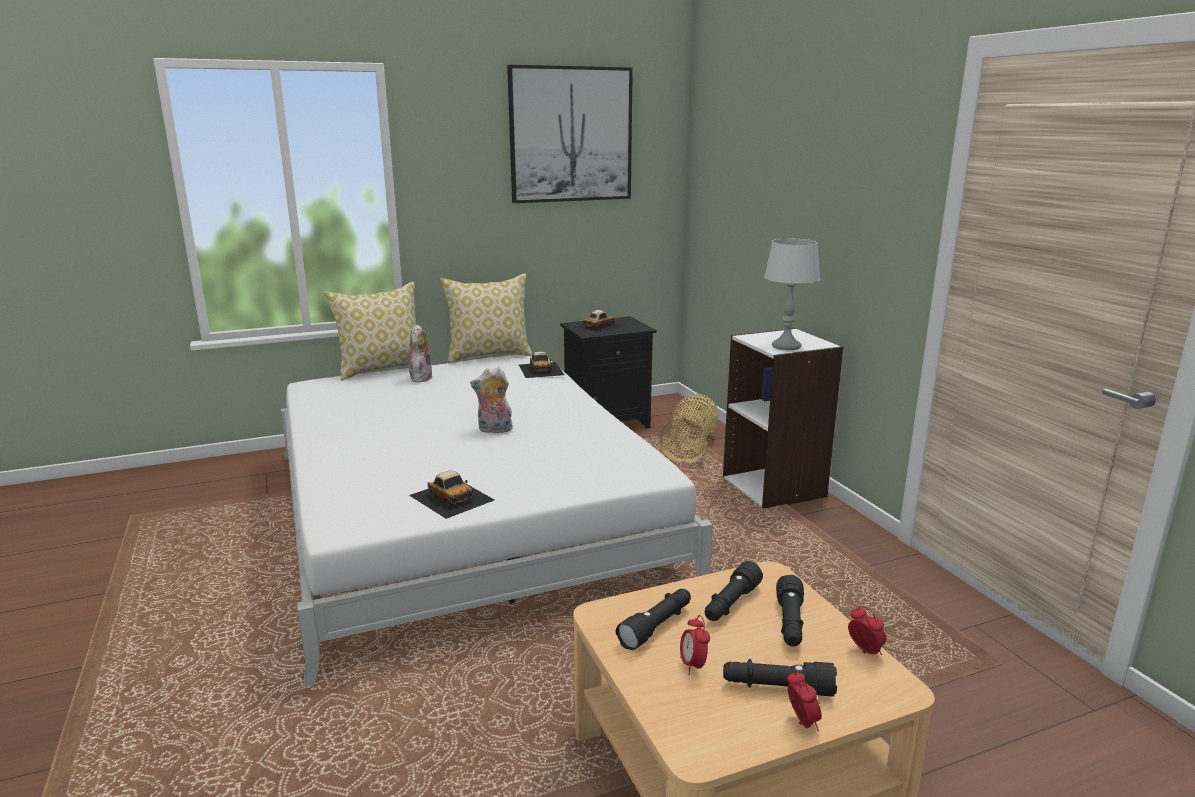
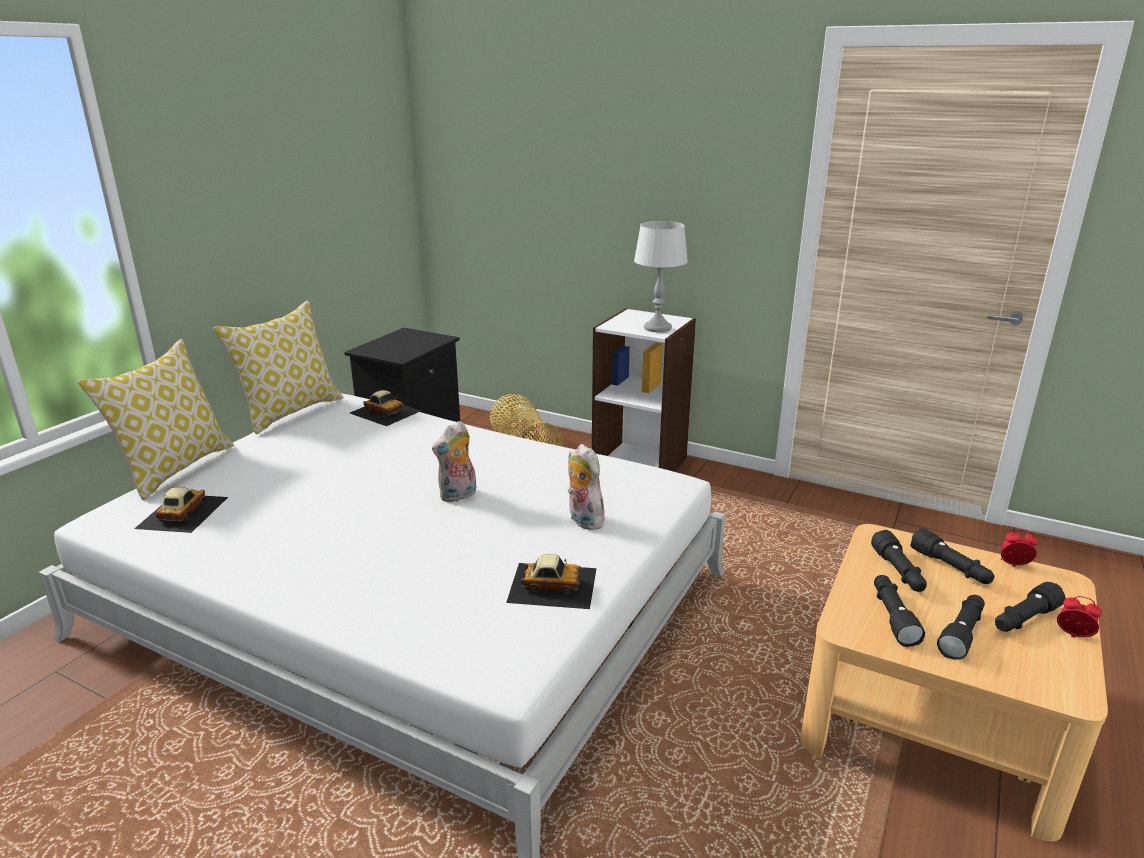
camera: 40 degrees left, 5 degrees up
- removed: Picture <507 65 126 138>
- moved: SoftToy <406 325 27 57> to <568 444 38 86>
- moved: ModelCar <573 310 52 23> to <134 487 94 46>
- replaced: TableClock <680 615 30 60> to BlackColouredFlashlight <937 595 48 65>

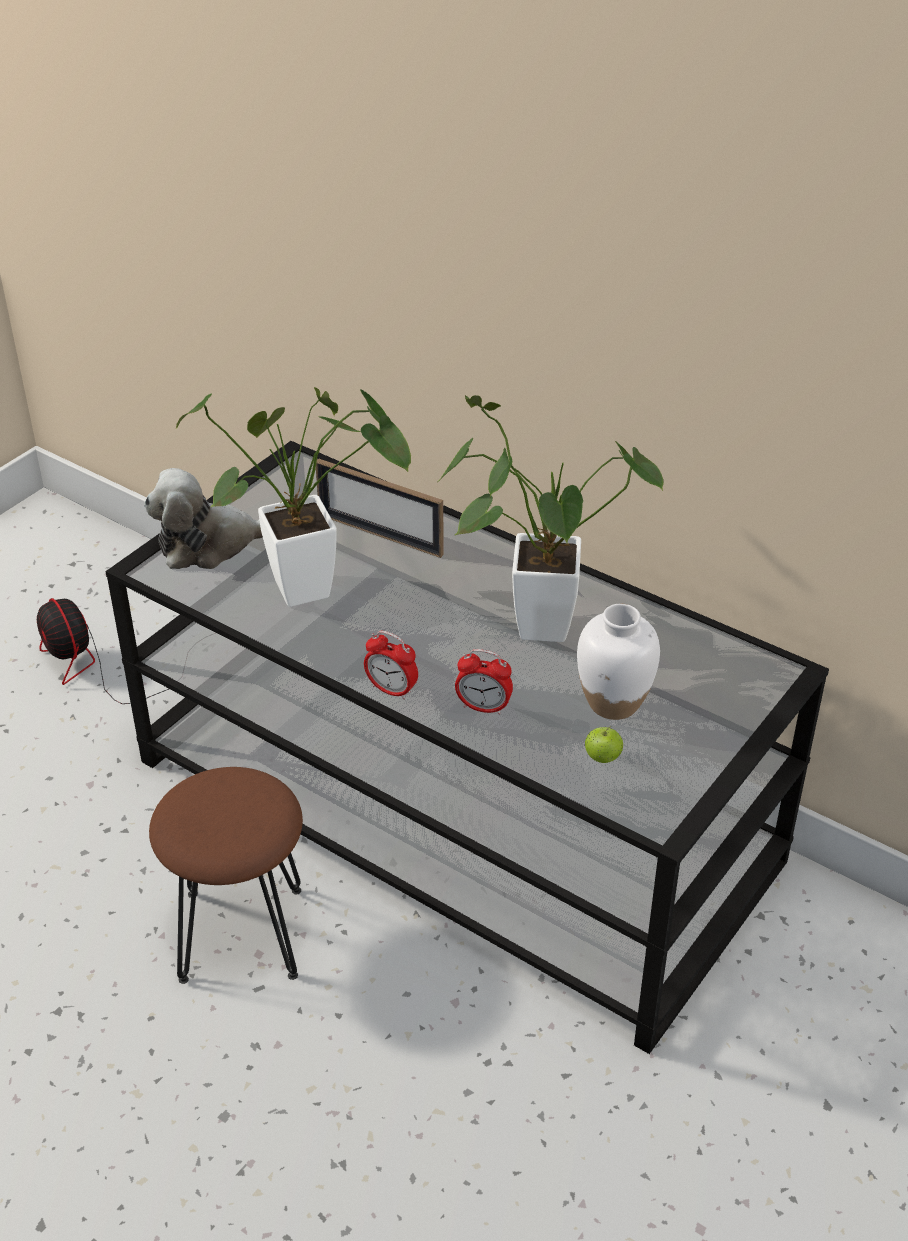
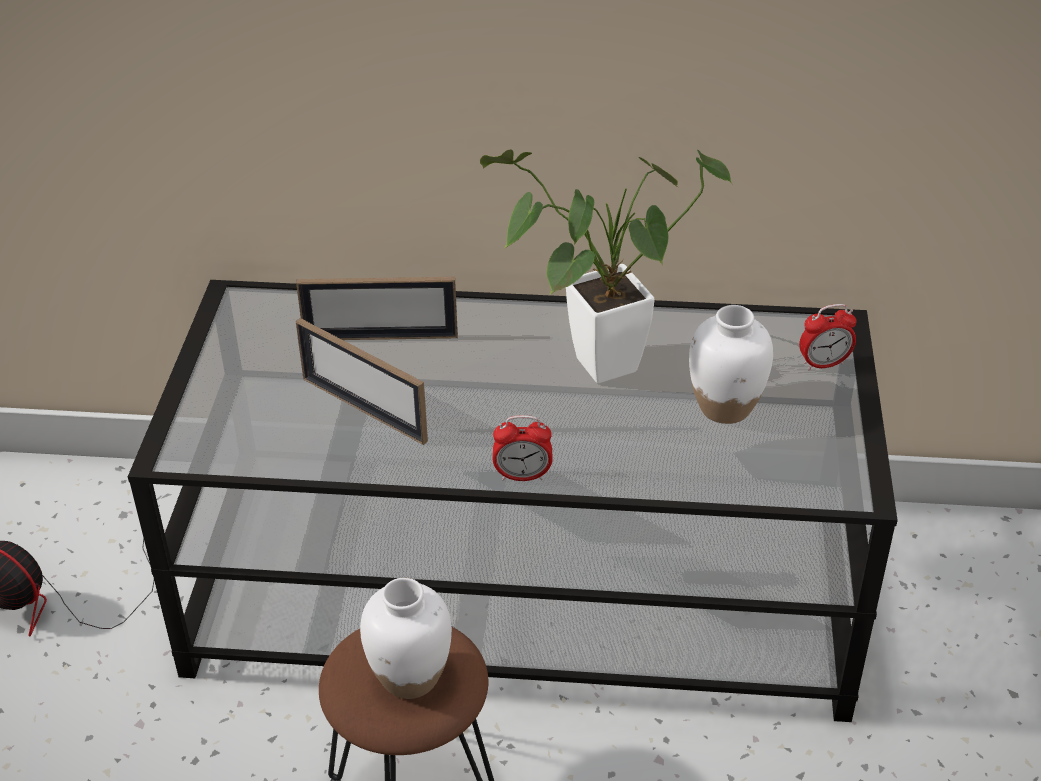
camera: 30 degrees left, 0 degrees up
- removed: SoftToy <144 468 119 101>
- removed: AppleFruit <585 726 38 37>
- added: WhiteColouredFlowerVase <360 578 92 121>
- moved: TableClock <455 649 58 66> to <799 304 58 66>
- replaced: PottedPlant <176 387 235 220> to PictureFrame <296 318 132 127>

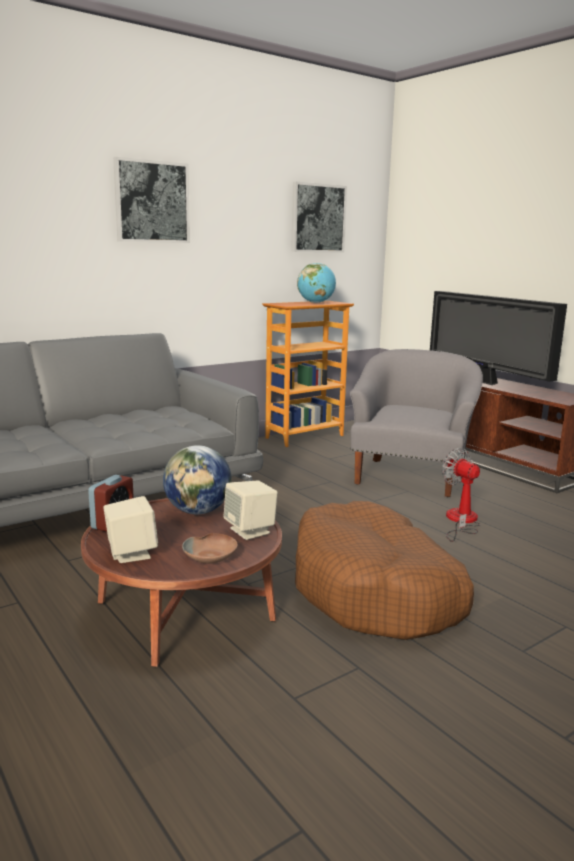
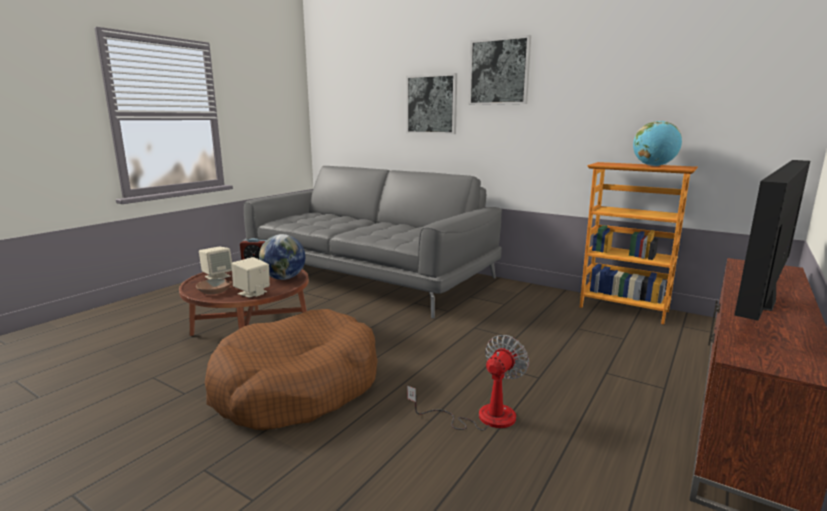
camera: 70 degrees right, 0 degrees up
- removed: GreyishArmchair <350 349 133 148>
- moved: Picture <291 182 56 71> to <406 73 51 61>

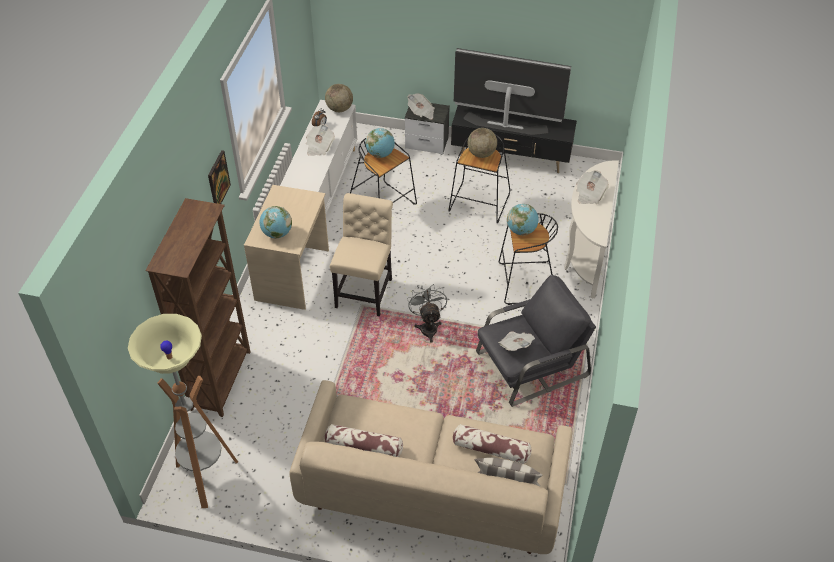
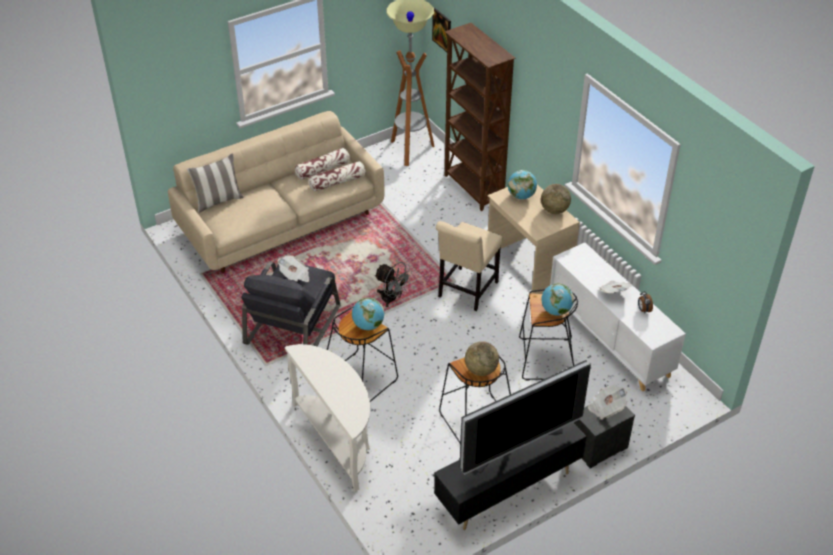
camera: 135 degrees right, 5 degrees down
- removed: DailyPaper <576 170 33 34>
- moved: Picture <208 150 23 54> to <432 8 19 44>
- moved: WorldGlobe <325 84 28 28> to <541 184 30 30>
- moved: Cushion <453 424 78 40> to <309 161 57 31>
- turned: BeigeColouredChair <330 193 63 123> = <436 221 67 90> 60 degrees clockwise

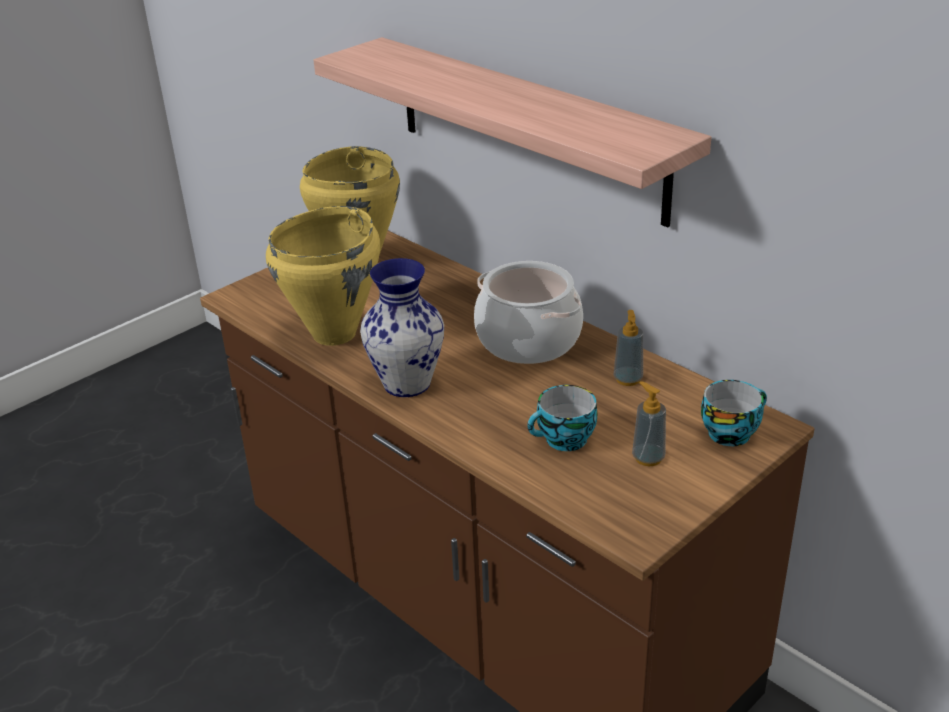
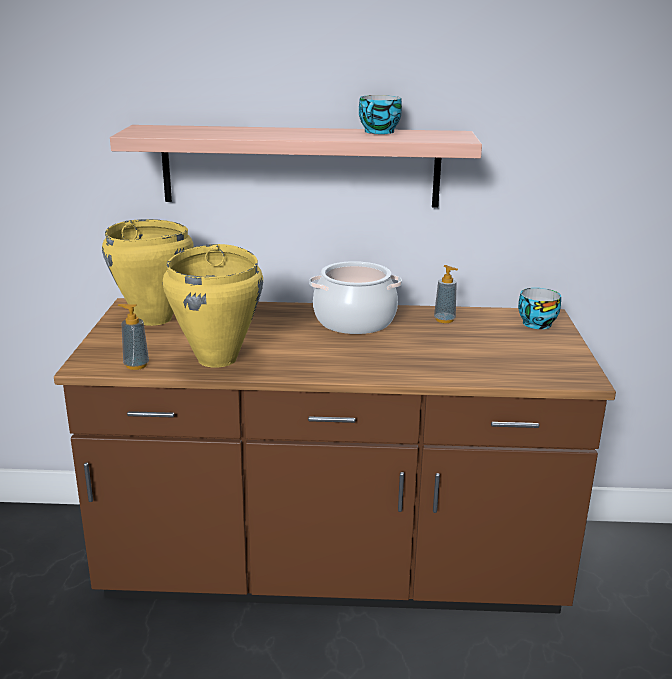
camera: 45 degrees left, 10 degrees down
- removed: FlowerVase <360 258 84 139>
- moved: Cup <527 385 70 66> to <359 95 43 39>
- moved: SoapBottle <632 381 34 85> to <118 304 31 66>

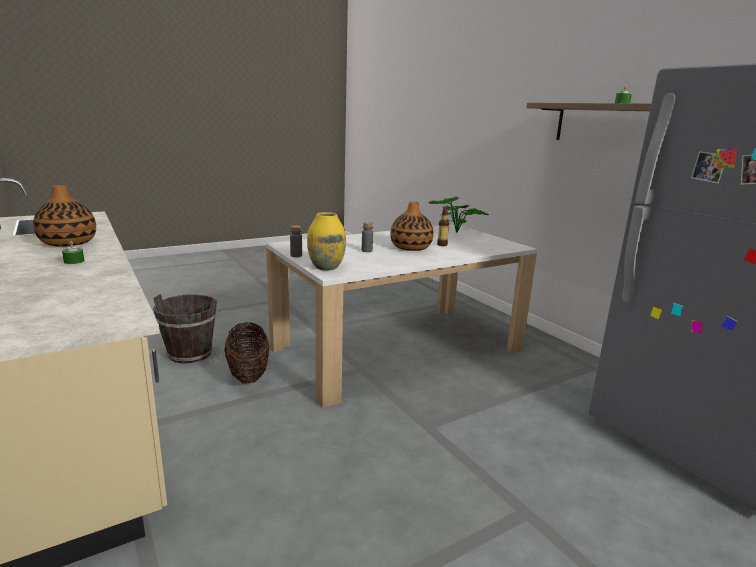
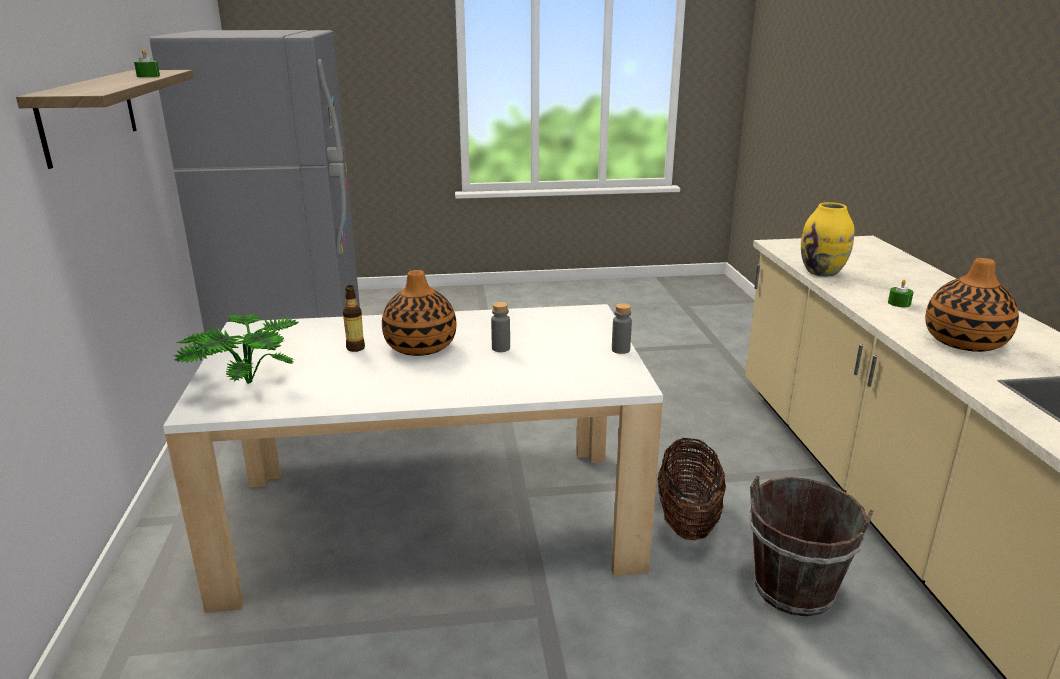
camera: 155 degrees left, 5 degrees up
- moved: YellowishFlowerVase <307 212 39 58> to <801 202 53 75>

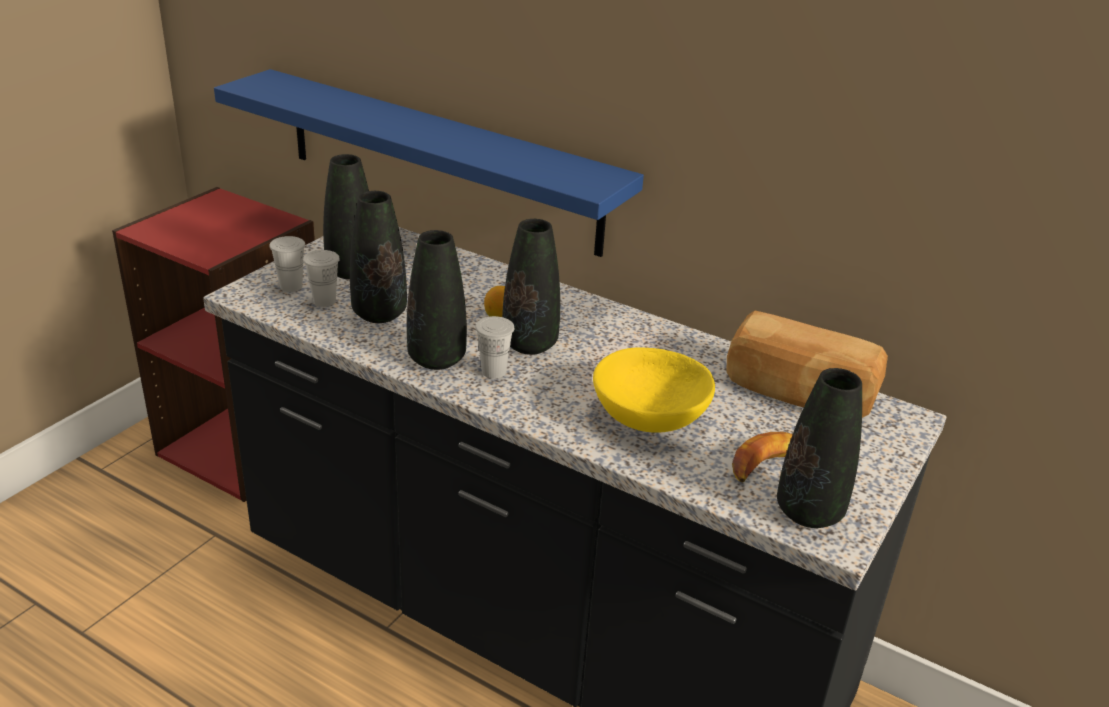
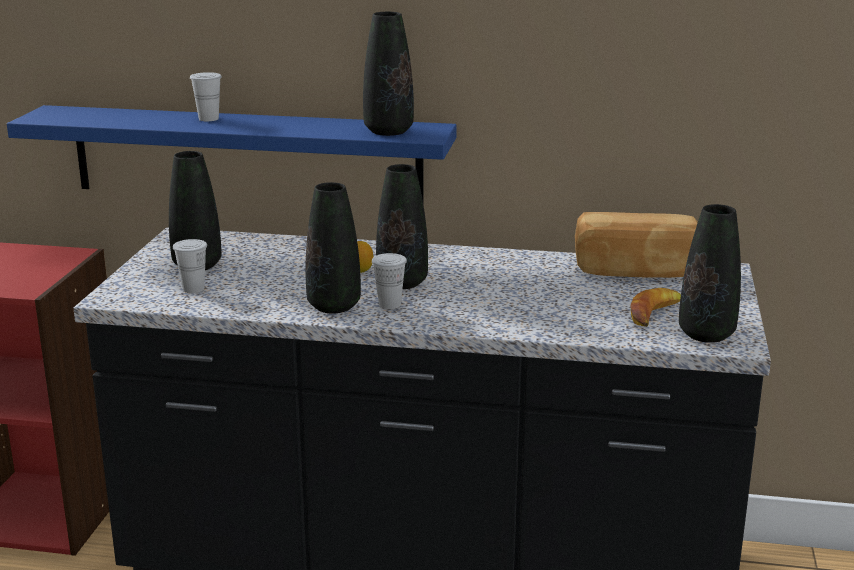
camera: 20 degrees left, 10 degrees down
- removed: YellowishBowl <593 347 122 86>
- moved: WhiteColouredCup <269 236 36 56> to <190 72 32 49>
- moved: BlackColouredFlowerVase <350 191 57 132> to <363 12 51 124>

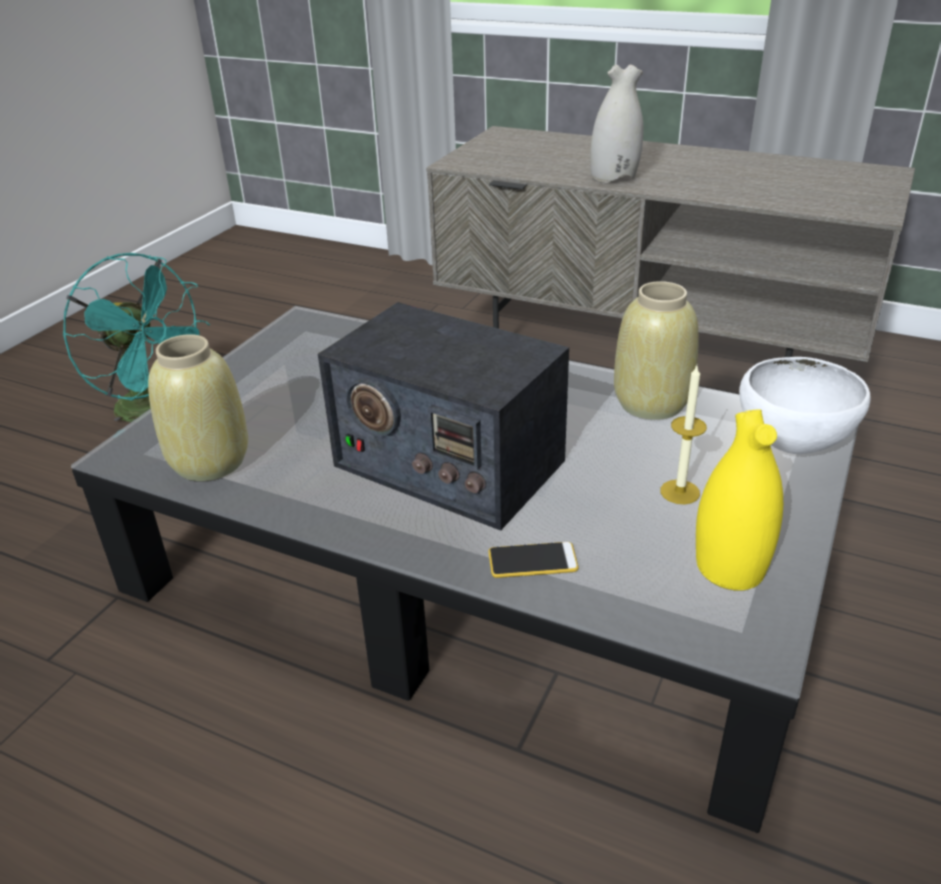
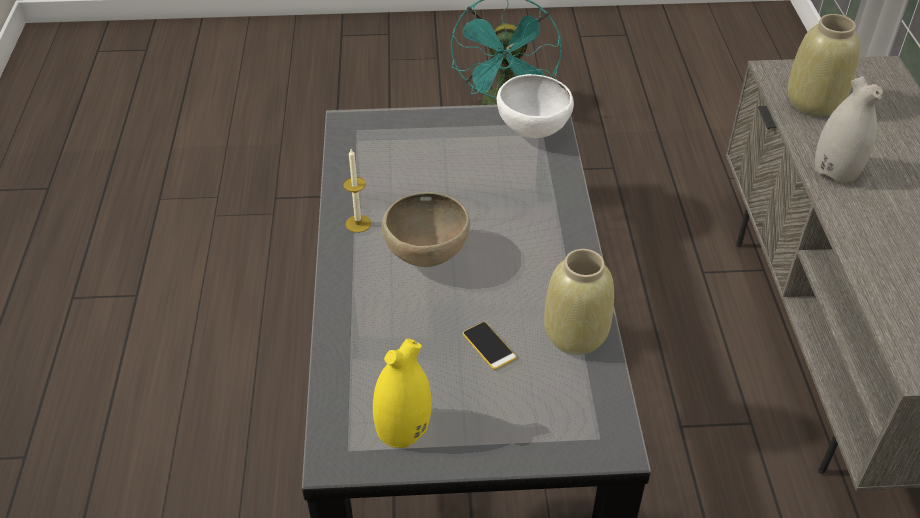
camera: 60 degrees right, 10 degrees up
- moved: BeigeColouredFlowerVase <148 334 100 147> to <787 14 73 103>
- moved: Telephone <488 542 90 36> to <463 322 53 48>
- moved: Candle <661 366 46 138> to <343 149 28 84>
- moved: WhiteColouredBowl <739 357 132 97> to <497 74 77 64>
- replaced: RadioSet <318 302 251 229> to BrownColouredBowl <382 192 88 75>

